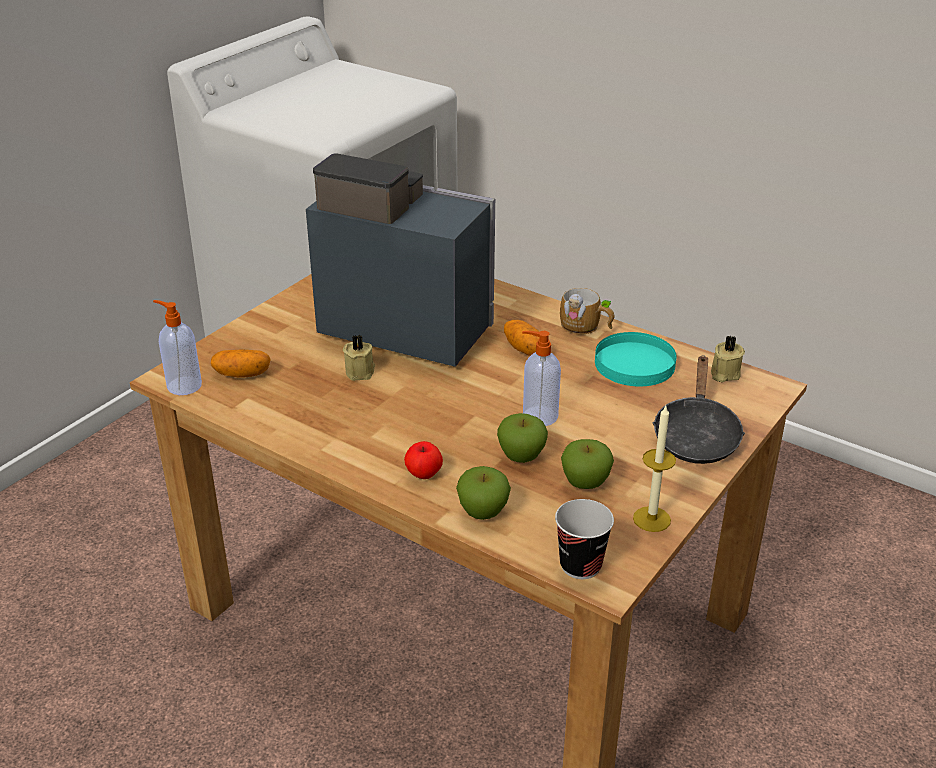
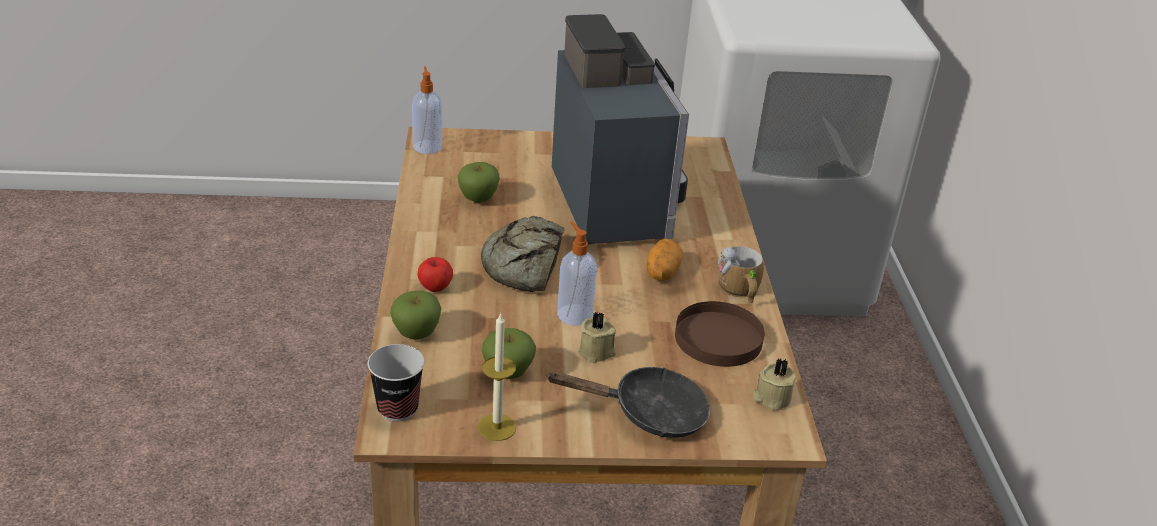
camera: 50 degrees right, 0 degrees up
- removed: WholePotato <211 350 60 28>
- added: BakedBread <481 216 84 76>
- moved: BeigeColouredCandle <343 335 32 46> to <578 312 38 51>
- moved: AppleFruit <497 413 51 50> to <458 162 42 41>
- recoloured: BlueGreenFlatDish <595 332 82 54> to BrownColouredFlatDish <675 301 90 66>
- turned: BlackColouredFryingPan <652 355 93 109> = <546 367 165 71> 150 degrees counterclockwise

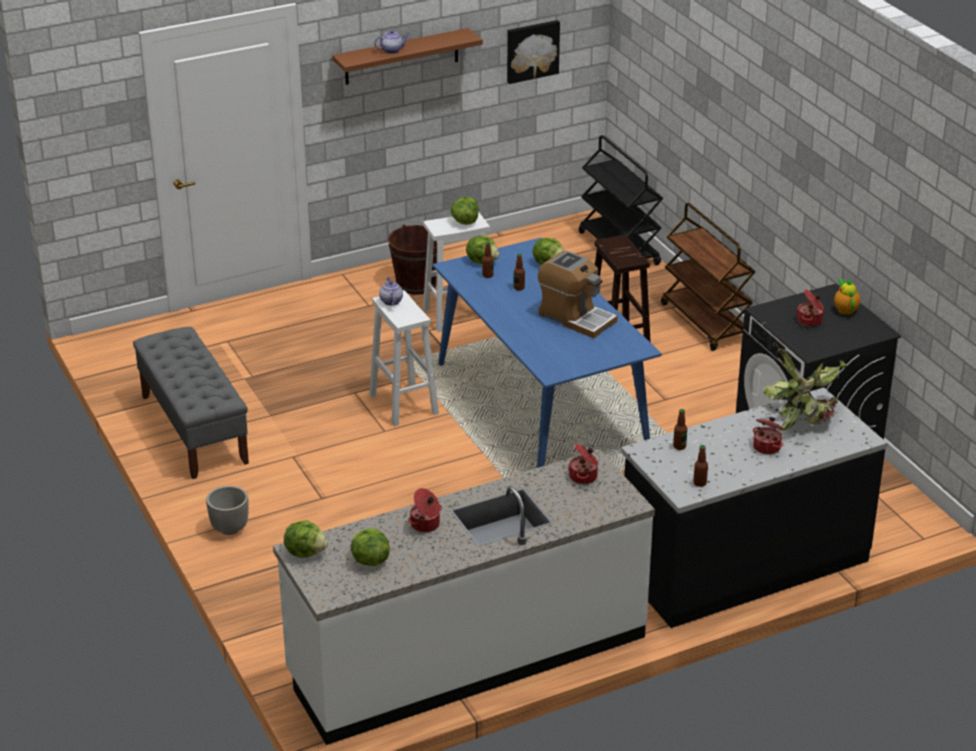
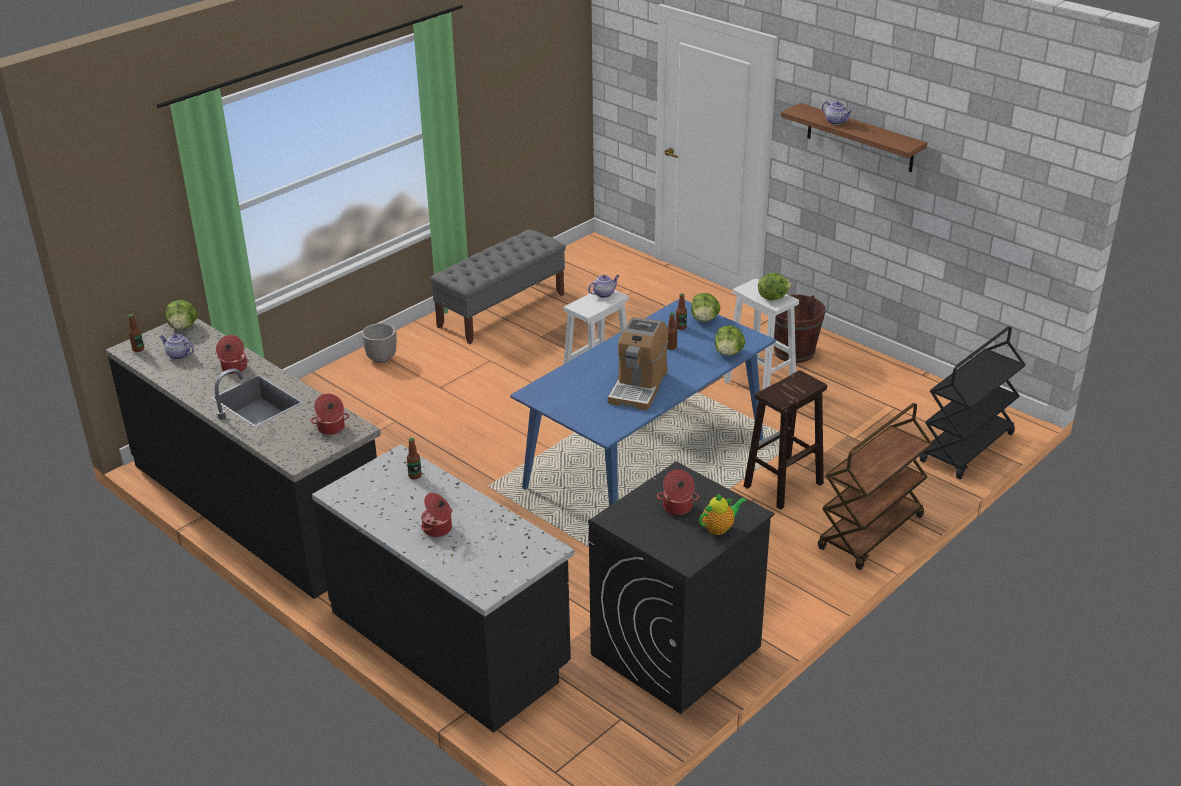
camera: 70 degrees right, 0 degrees up
- removed: Picture <507 20 53 64>
- removed: PottedPlant <763 349 84 82>
- moved: DrinkBottle <693 445 15 42> to <128 314 16 38>
- replaced: LettuceHead <351 528 39 38> to TeaPot <159 334 35 26>
- recoloured: WhiteColouredKitchenCounter <273 450 382 295> to BlackColouredKitchenCounter <106 318 275 281>

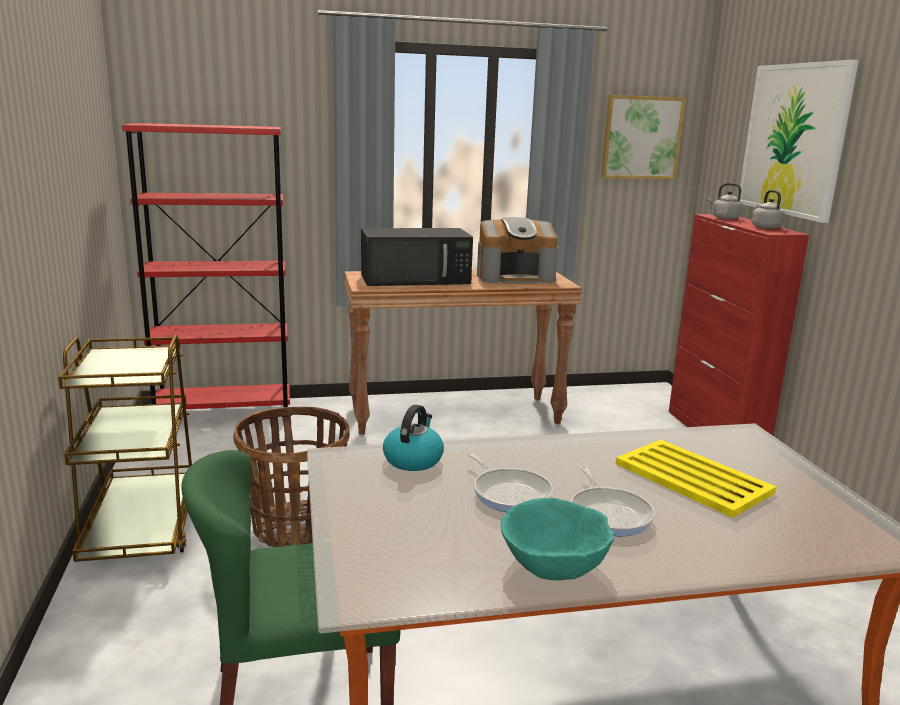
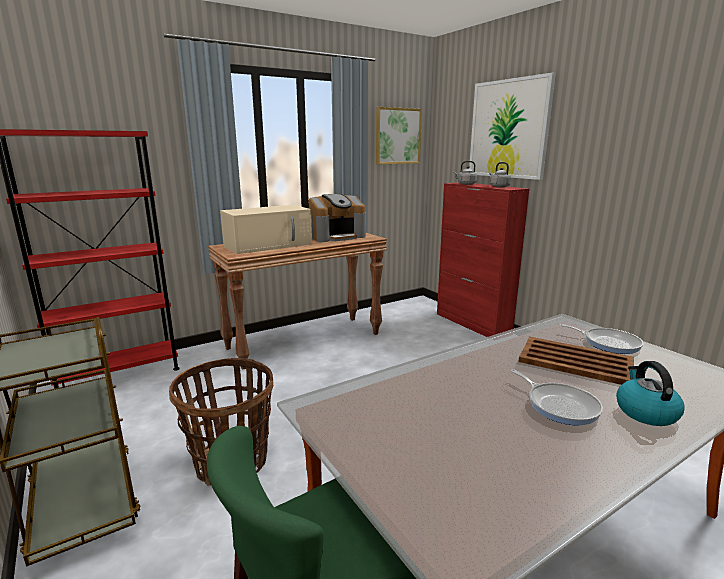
camera: 20 degrees left, 0 degrees up
- removed: BlueGreenBowl <501 498 113 82>
- moved: Kettle <383 404 61 67> to <616 361 69 65>
- moved: FryingPan <467 452 86 60> to <559 324 85 30>
- recoloured: BlackColouredMicrowaveOven <361 228 112 58> to BeigeColouredMicrowaveOven <220 205 92 49>
- recoloured: YellowishCarryingTray <616 439 160 79> to BrownColouredCarryingTray <518 337 116 48>

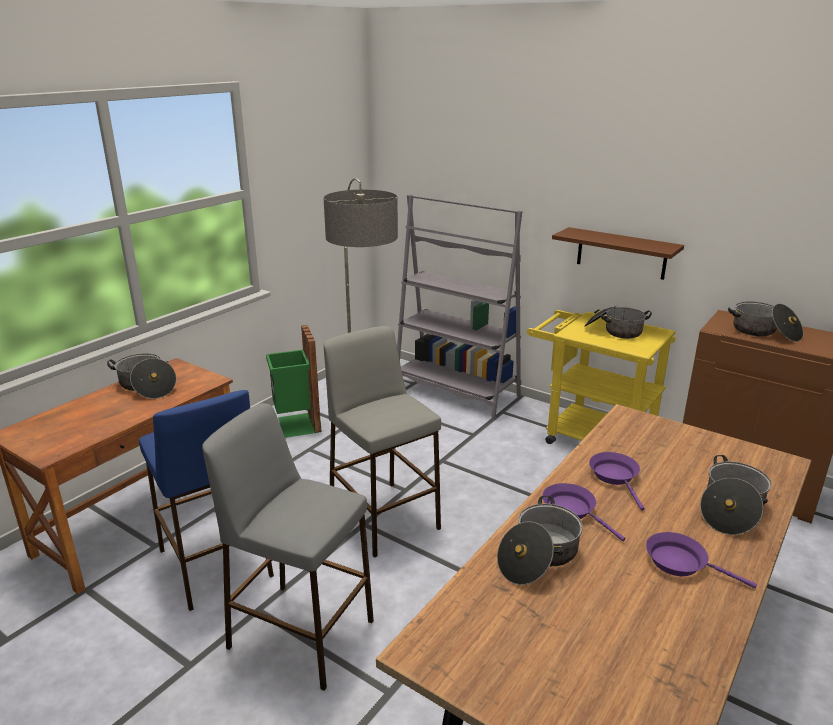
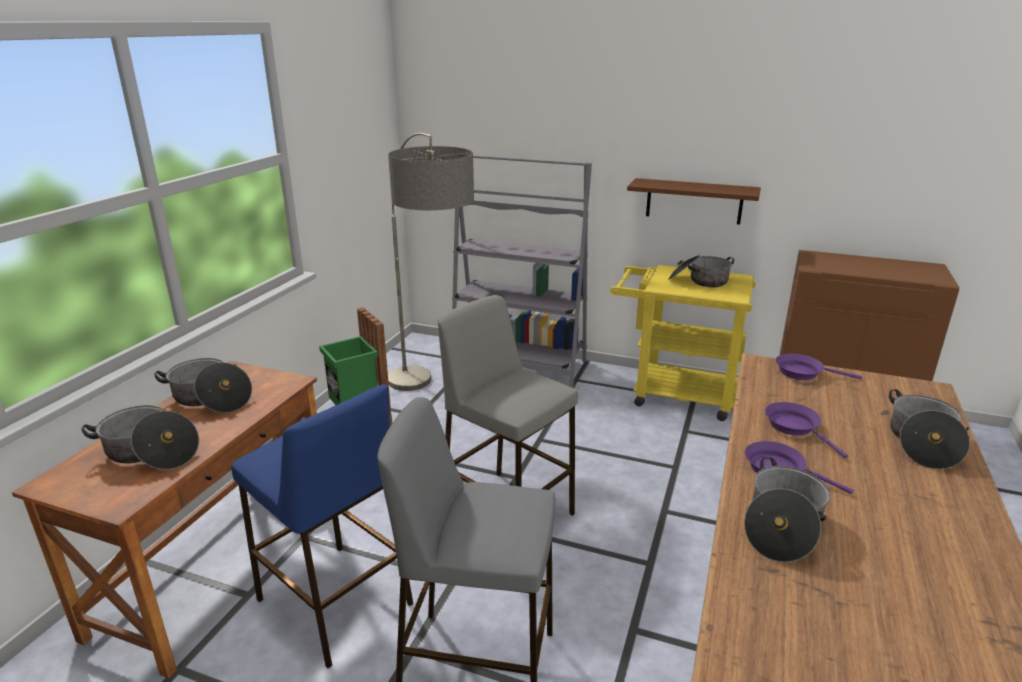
camera: 15 degrees left, 0 degrees up
- moved: PurpleFryingPan <646 532 111 56> to <775 354 87 26>
- moved: Stockpot <728 302 75 40> to <81 405 118 65>

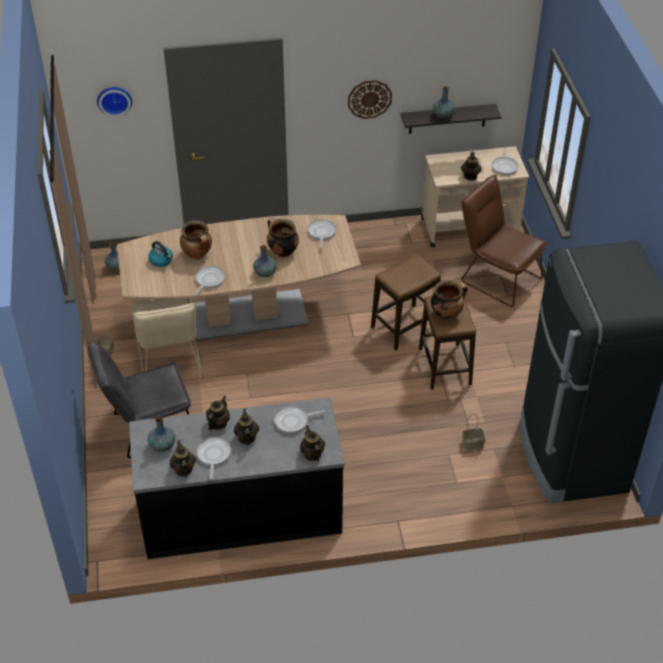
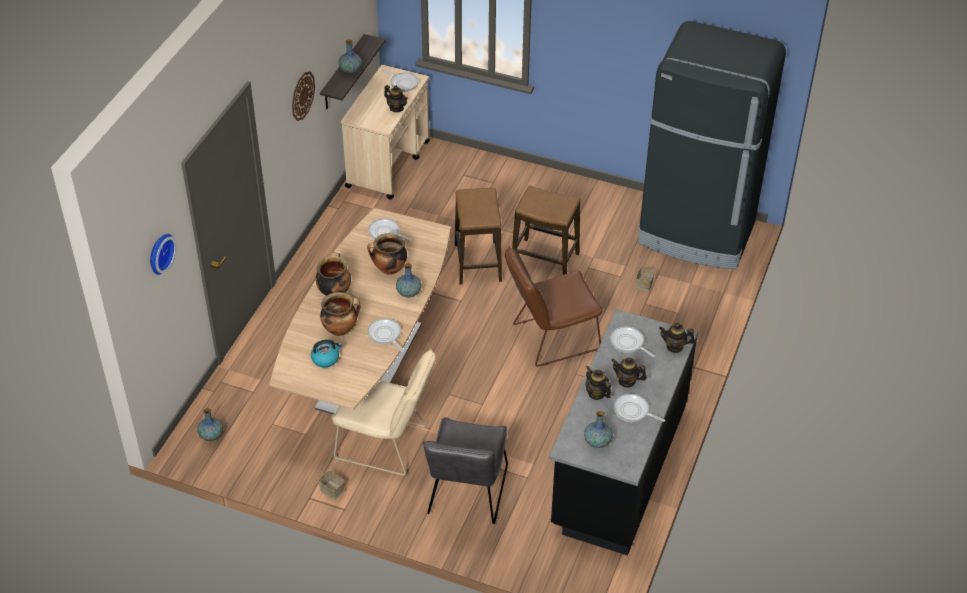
camera: 60 degrees left, 0 degrees up
- removed: TeaPot <170 440 26 38>
- moved: Stockpot <431 280 37 40> to <316 252 35 44>
- moved: BrownColouredChair <462 175 85 132> to <505 246 98 121>
- turned: FryingPan <274 406 51 27> = <610 326 45 31> 120 degrees clockwise

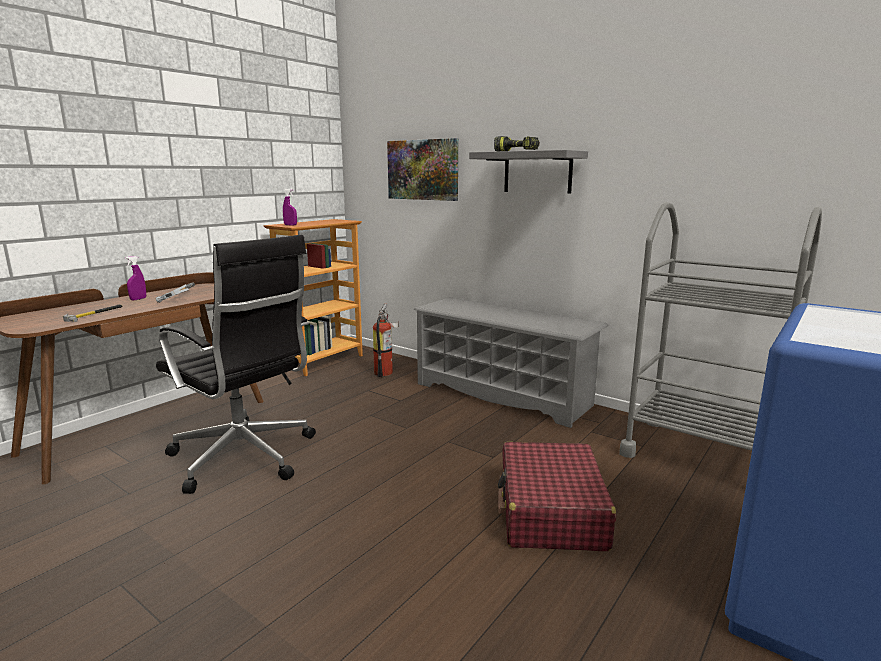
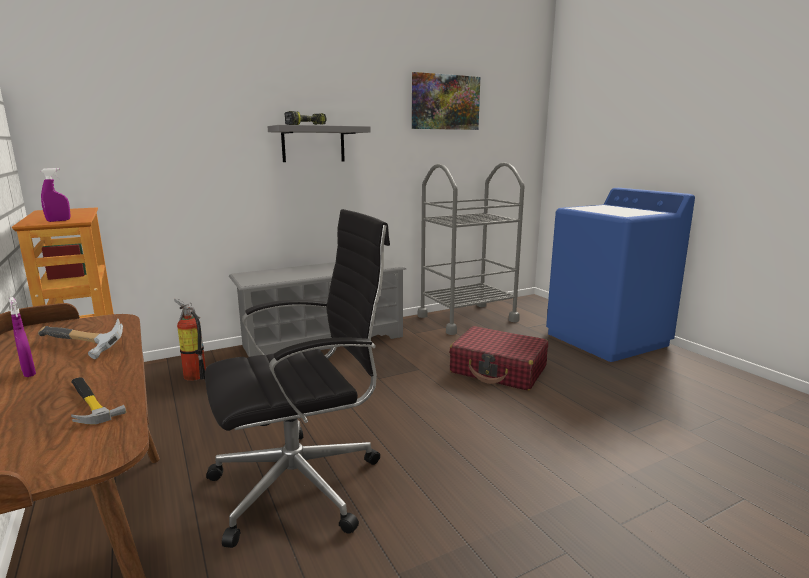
camera: 65 degrees left, 0 degrees up
- moved: Picture <387 138 71 63> to <412 72 68 58>

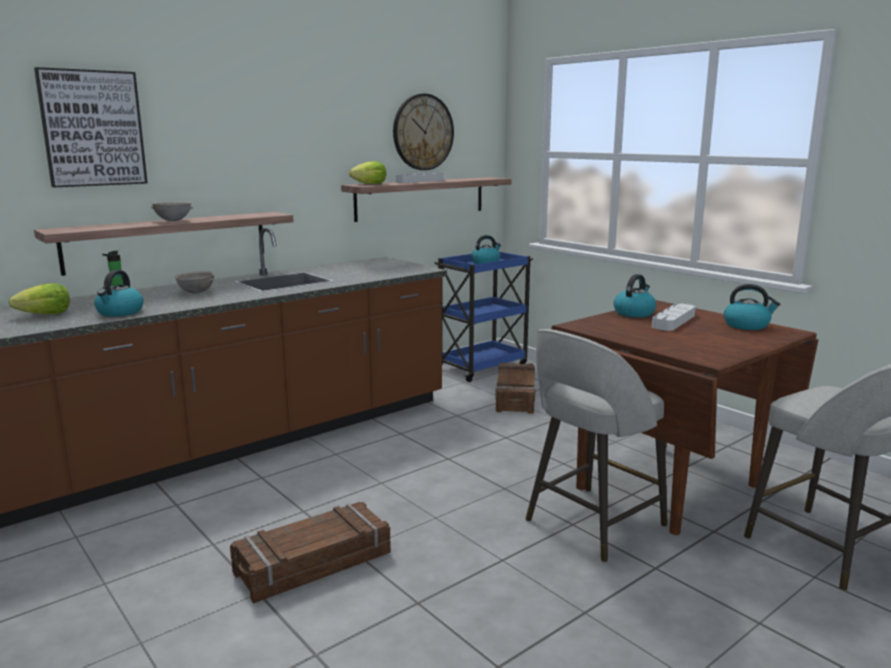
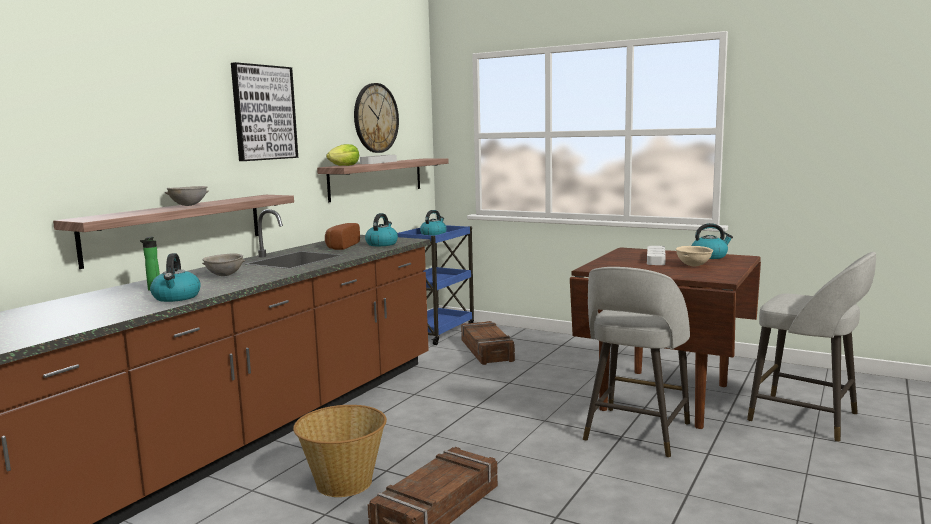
camera: 20 degrees left, 5 degrees down
- removed: LettuceHead <9 283 61 31>
- added: Basket <293 405 94 92>
- added: BakedBread <325 223 35 27>
- added: BeigeColouredBowl <676 246 37 20>
- moved: Picture <34 67 114 121> to <231 62 67 99>
- moved: Kettle <613 274 43 43> to <365 213 33 33>

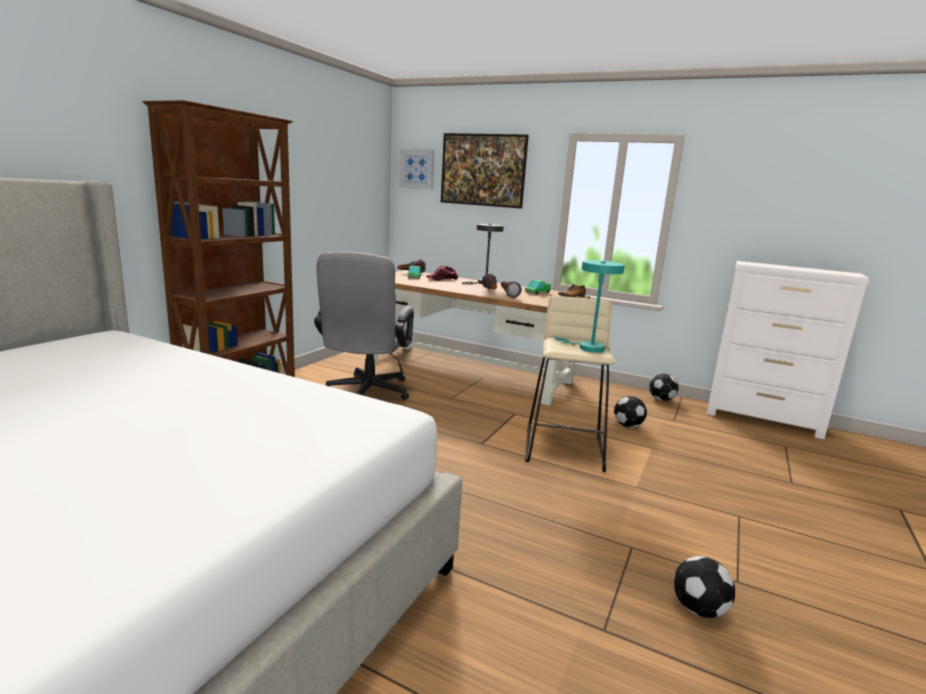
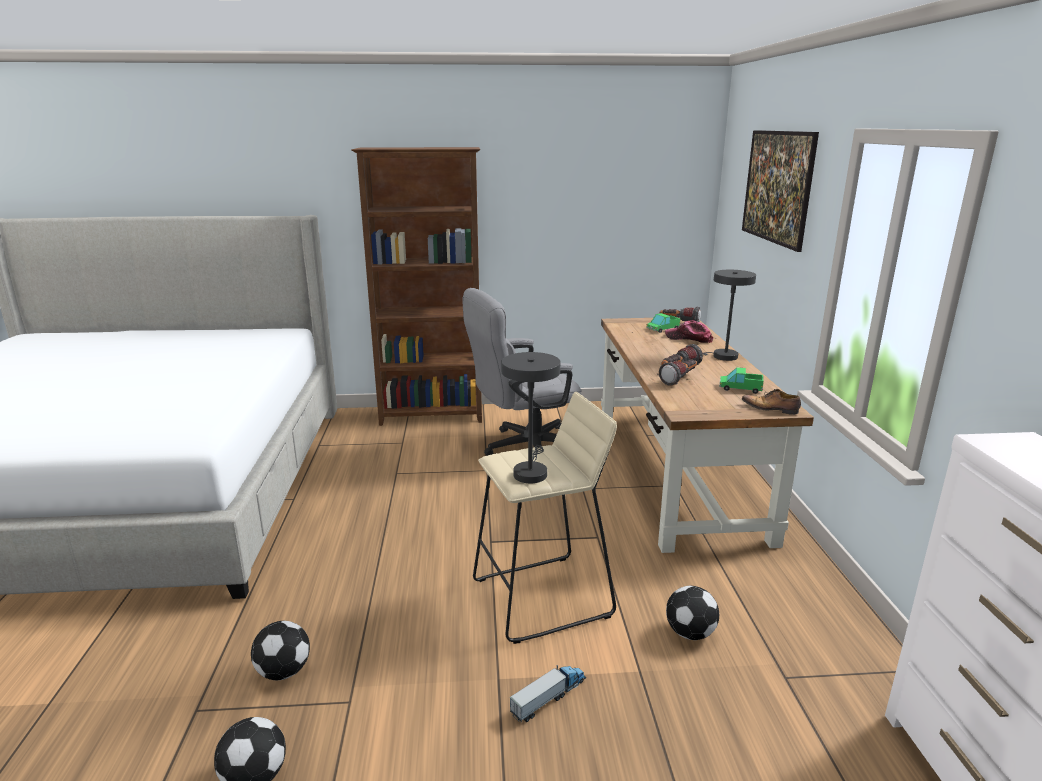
camera: 60 degrees right, 5 degrees up
- removed: Picture <399 149 35 41>
- added: ToyTruck <510 665 76 57>
- moved: BallForFootball <649 374 30 27> to <251 621 59 59>
- recoloured: BlueGreenTabletopLamp <554 260 71 93> to GreyishTabletopLamp <501 352 59 131>

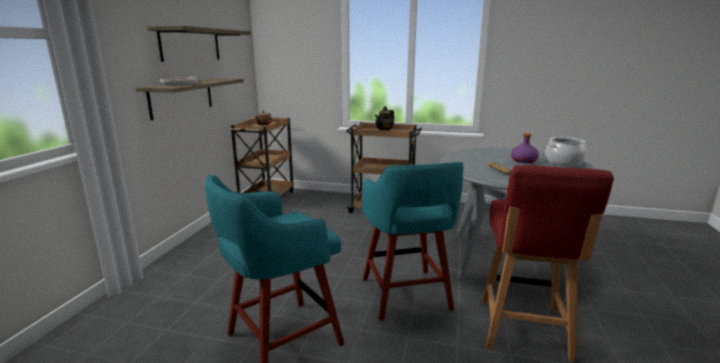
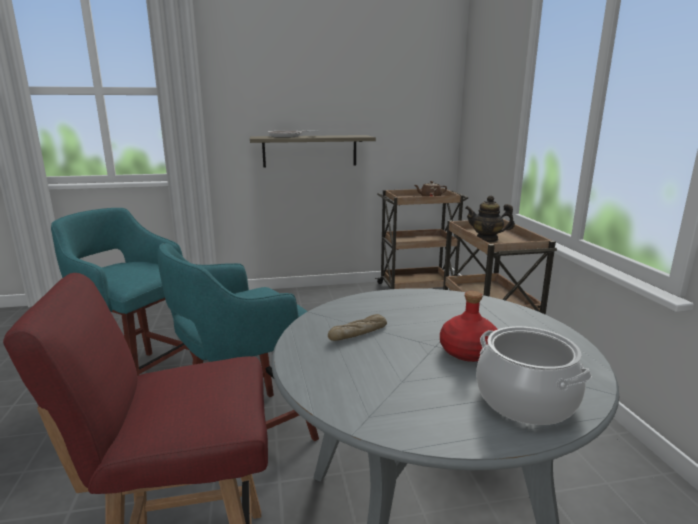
camera: 65 degrees right, 0 degrees up
- removed: Shelf <147 26 104 36>
- recoloured: PurpleDrinkBottle <511 133 28 30> to RedColouredDrinkBottle <440 291 58 71>

